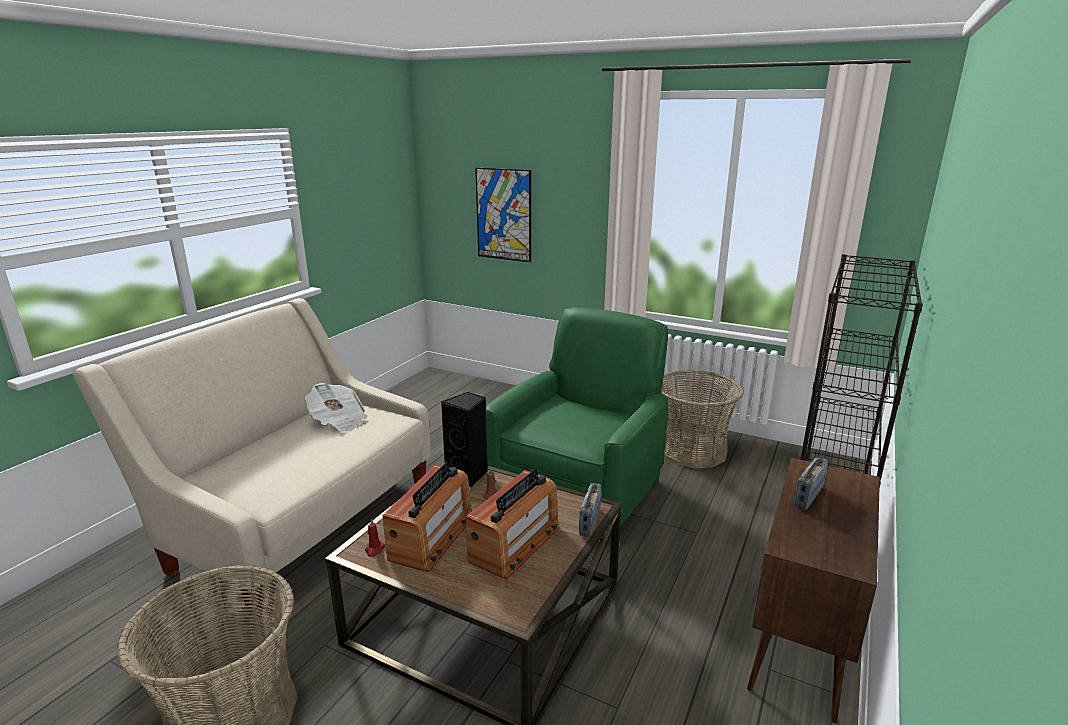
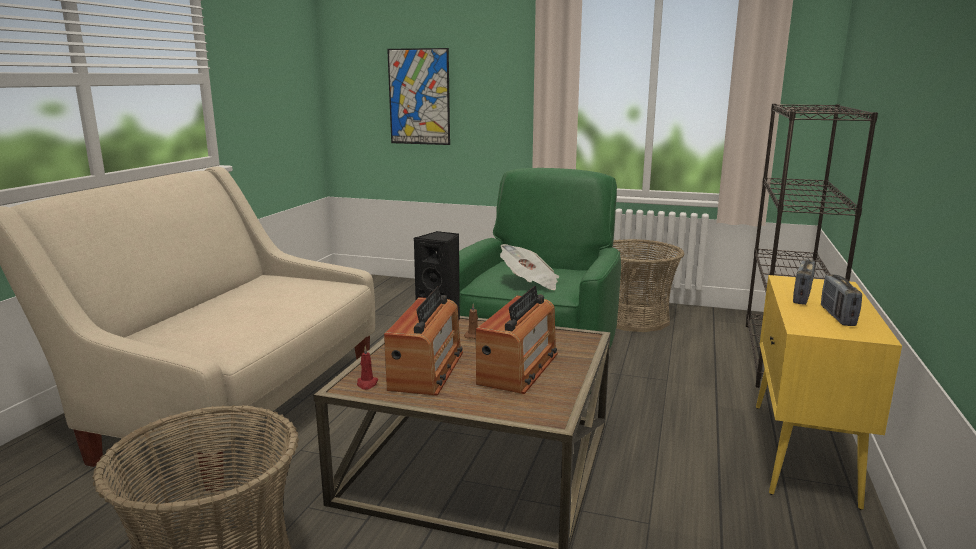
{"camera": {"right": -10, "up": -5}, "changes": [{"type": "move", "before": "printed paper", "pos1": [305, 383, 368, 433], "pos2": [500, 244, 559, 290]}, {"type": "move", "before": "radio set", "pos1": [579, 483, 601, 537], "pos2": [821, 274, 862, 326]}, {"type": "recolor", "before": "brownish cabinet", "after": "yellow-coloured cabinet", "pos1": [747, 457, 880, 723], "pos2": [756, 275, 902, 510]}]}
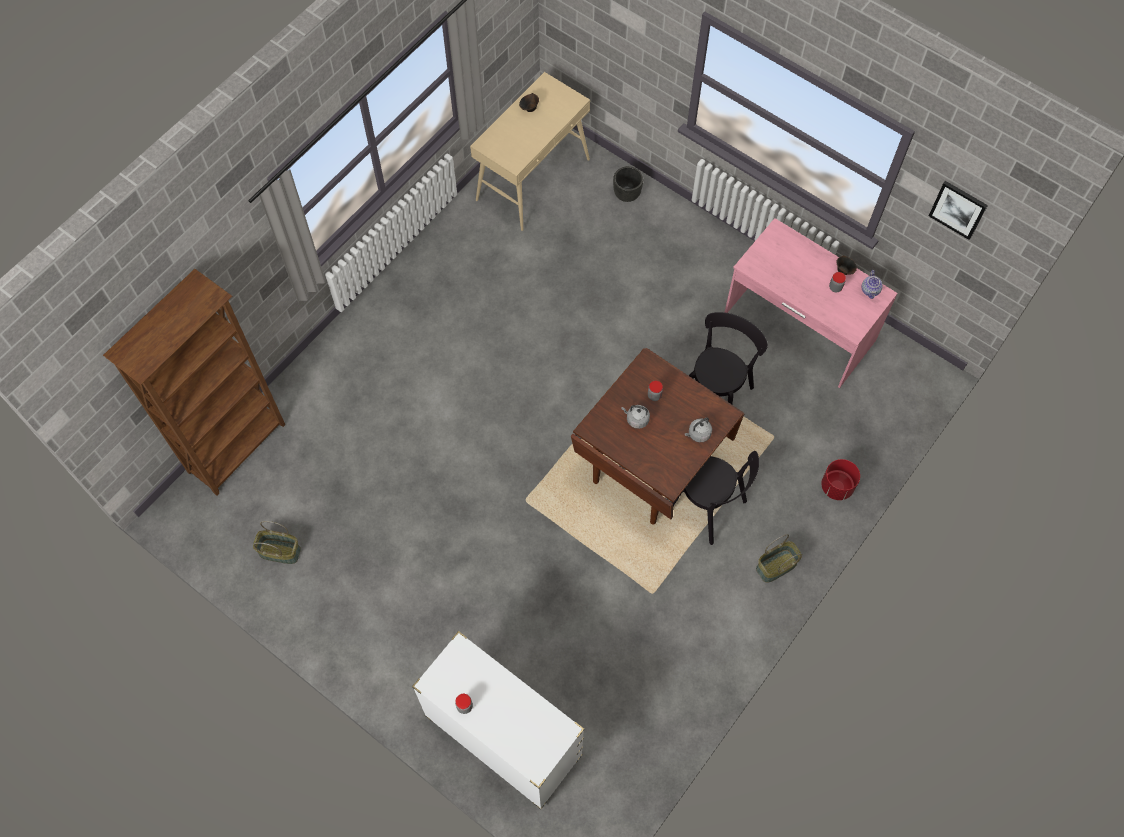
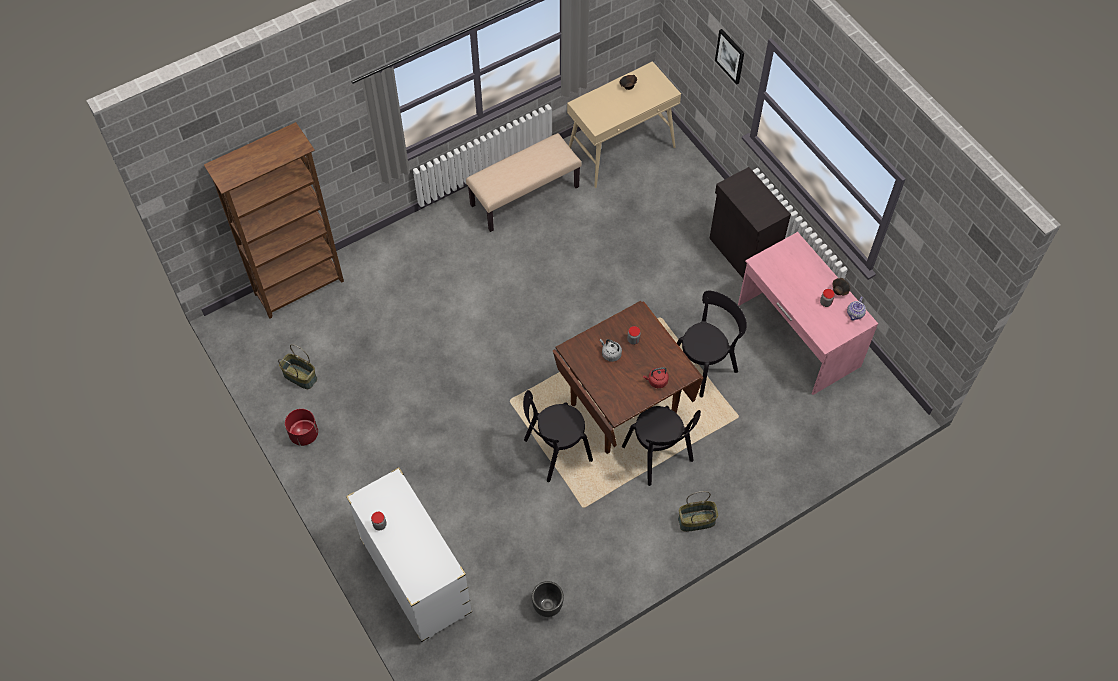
{"camera": {"right": 20, "up": -5}, "changes": [{"type": "insert", "after": "beige-coloured long seat", "pos2": [466, 133, 582, 232]}, {"type": "insert", "after": "black chair", "pos2": [523, 390, 593, 482]}, {"type": "insert", "after": "black cabinet", "pos2": [709, 167, 791, 279]}, {"type": "move", "before": "black flower pot", "pos1": [613, 166, 643, 202], "pos2": [532, 581, 564, 617]}, {"type": "move", "before": "red-coloured flower pot", "pos1": [821, 459, 860, 500], "pos2": [285, 409, 318, 446]}, {"type": "move", "before": "wall art", "pos1": [929, 181, 988, 240], "pos2": [715, 29, 744, 85]}, {"type": "recolor", "before": "greyish water kettle", "after": "red-coloured water kettle", "pos1": [684, 418, 712, 442], "pos2": [643, 367, 669, 388]}]}
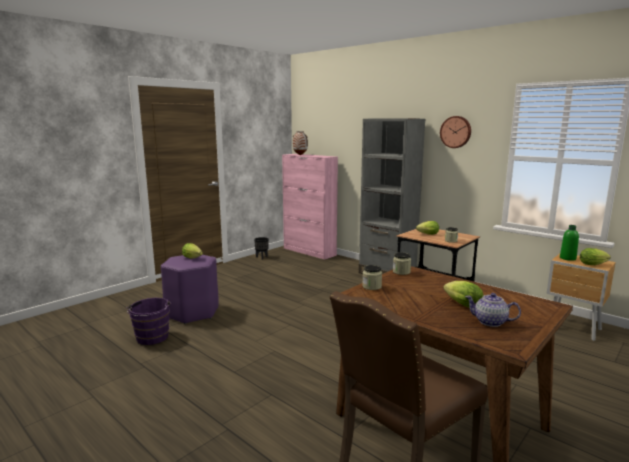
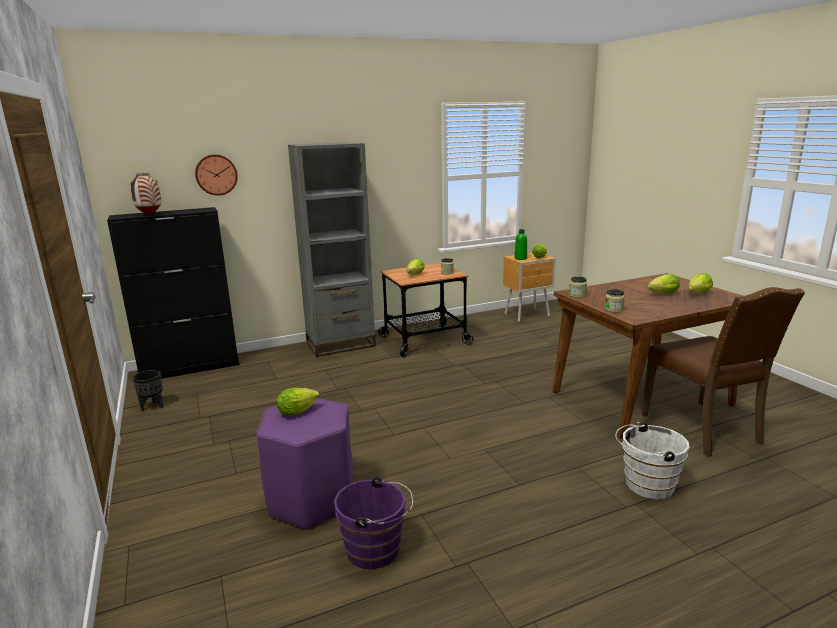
{"camera": {"right": -65, "up": 5}, "changes": [{"type": "insert", "after": "whitish water bucket", "pos2": [615, 422, 689, 499]}, {"type": "move", "before": "wall clock", "pos1": [440, 116, 471, 148], "pos2": [195, 154, 238, 196]}, {"type": "replace", "before": "teapot", "after": "lettuce", "pos1": [465, 293, 521, 327], "pos2": [688, 273, 713, 294]}, {"type": "recolor", "before": "pink-coloured cabinet", "after": "black cabinet", "pos1": [282, 154, 338, 260], "pos2": [107, 207, 239, 379]}]}
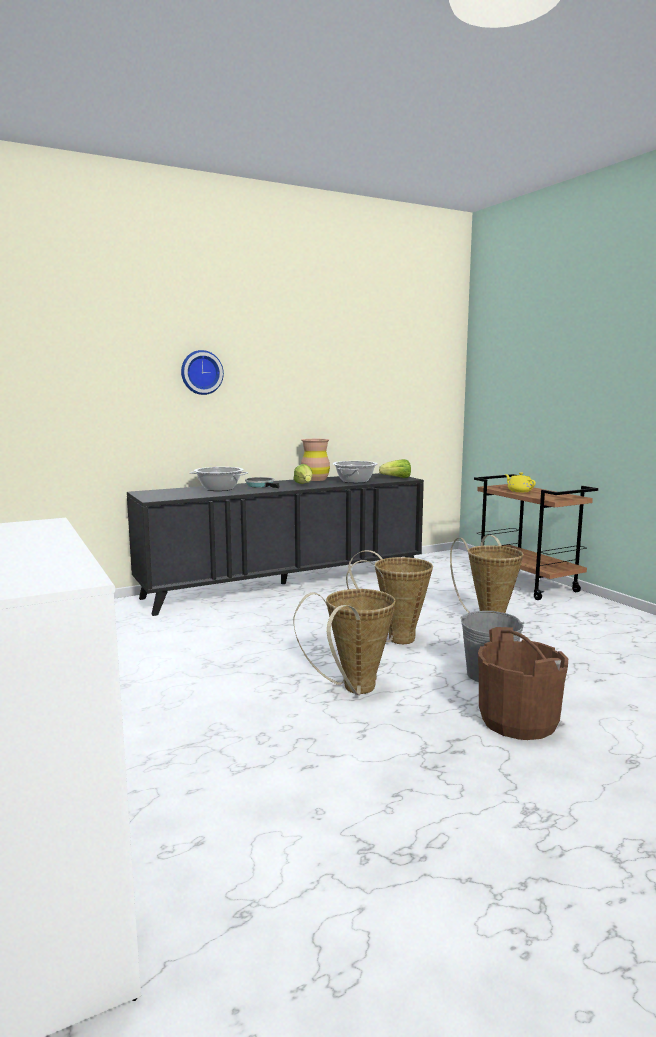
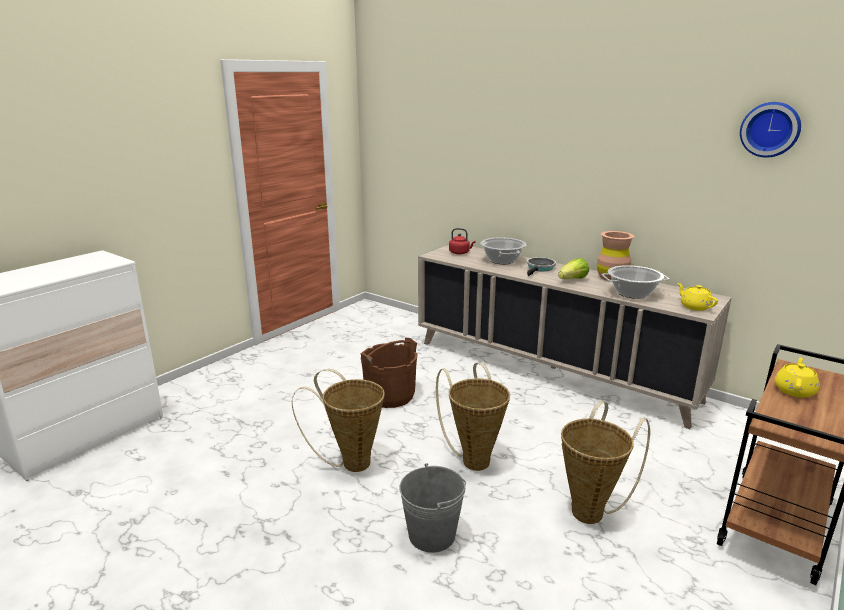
{"camera": {"right": 65, "up": 10}, "changes": [{"type": "insert", "after": "red-coloured water kettle", "pos2": [449, 228, 476, 254]}, {"type": "move", "before": "wall clock", "pos1": [181, 350, 224, 395], "pos2": [740, 102, 801, 158]}, {"type": "move", "before": "brownish water bucket", "pos1": [478, 627, 568, 740], "pos2": [361, 338, 417, 408]}, {"type": "replace", "before": "lettuce", "after": "yellow-coloured teapot", "pos1": [379, 459, 411, 478], "pos2": [677, 283, 718, 311]}, {"type": "recolor", "before": "black cabinet", "after": "beige-coloured cabinet", "pos1": [127, 473, 424, 616], "pos2": [418, 244, 732, 429]}]}
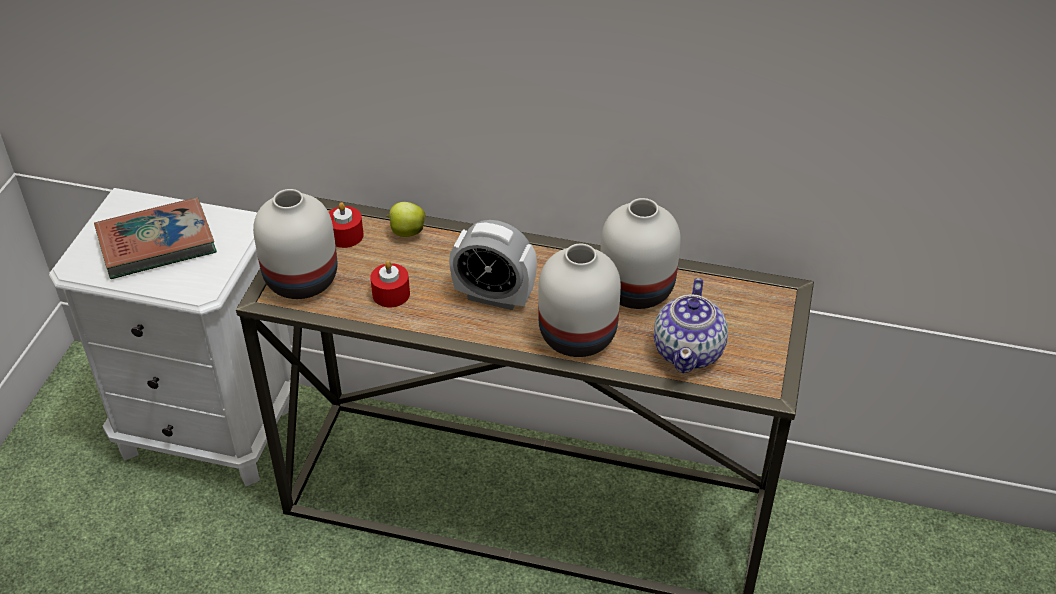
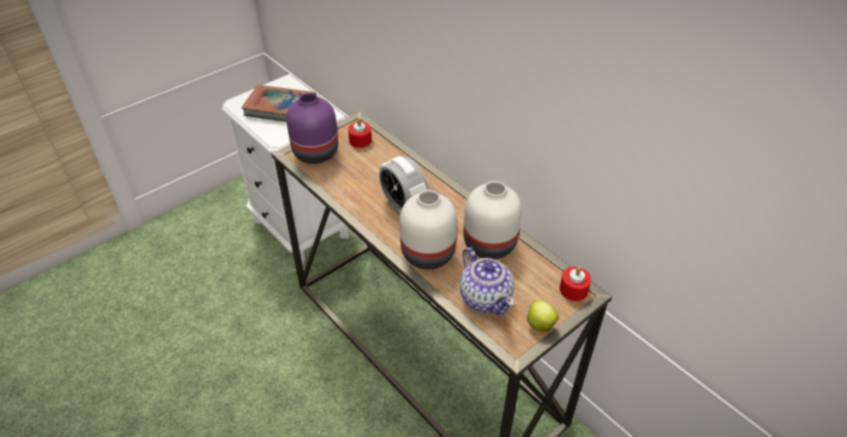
{"camera": {"right": 35, "up": 0}, "changes": [{"type": "move", "before": "red-coloured wax candle", "pos1": [370, 261, 410, 307], "pos2": [560, 267, 591, 301]}, {"type": "move", "before": "apple", "pos1": [386, 202, 425, 237], "pos2": [527, 301, 559, 332]}, {"type": "recolor", "before": "whitish decorative vase", "after": "purplish decorative vase", "pos1": [253, 189, 337, 299], "pos2": [286, 93, 338, 164]}, {"type": "rotate", "before": "teapot", "pos1": [654, 278, 728, 373], "pos2": [460, 247, 515, 315], "turn": -75}]}
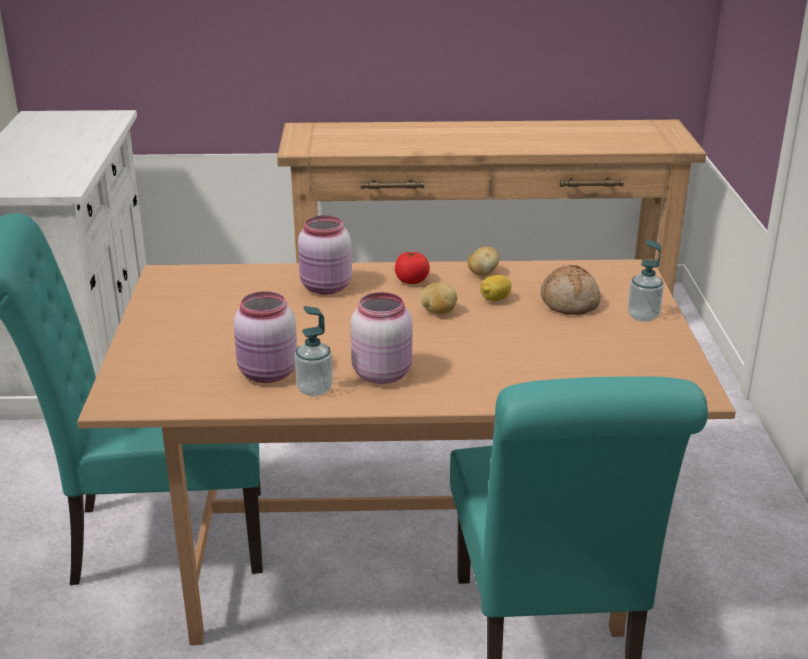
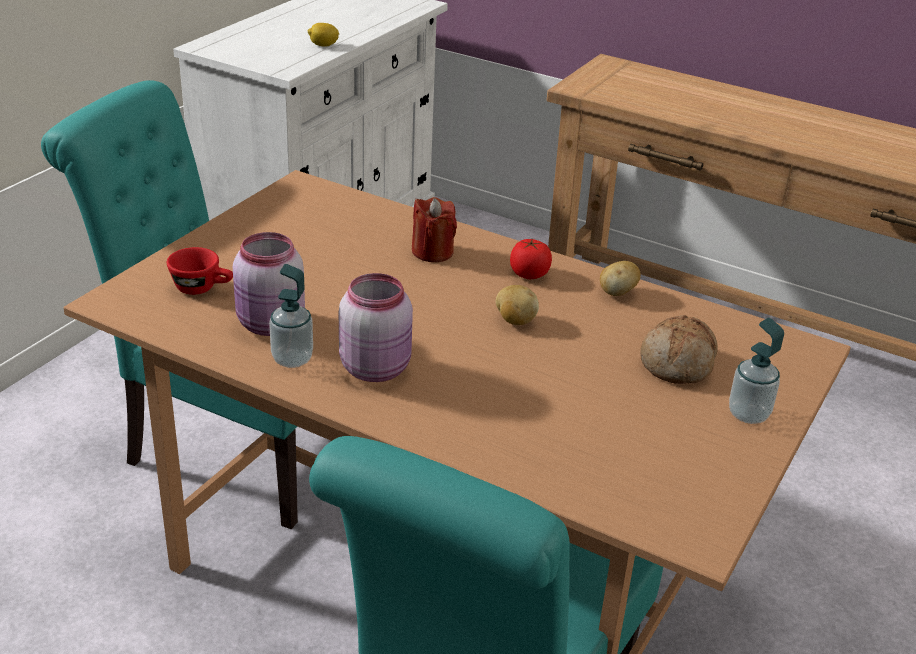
{"camera": {"right": 30, "up": 5}, "changes": [{"type": "insert", "after": "red-coloured drinking cup", "pos2": [167, 247, 233, 295]}, {"type": "move", "before": "citrus fruit", "pos1": [480, 275, 512, 301], "pos2": [308, 23, 339, 46]}, {"type": "replace", "before": "pink-coloured storage jar", "after": "red-coloured wax candle", "pos1": [298, 215, 352, 295], "pos2": [412, 197, 457, 262]}]}
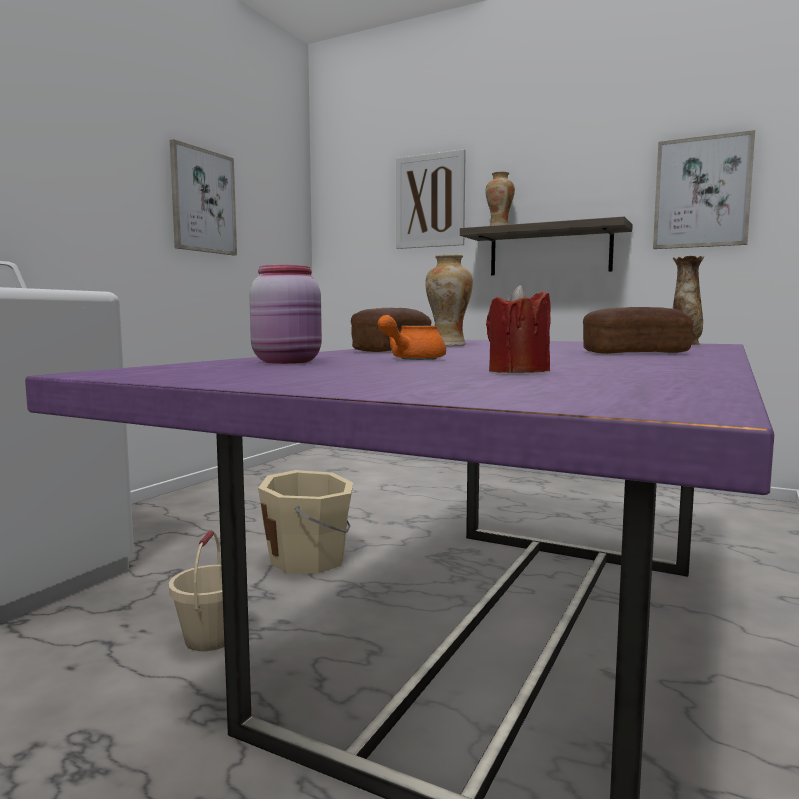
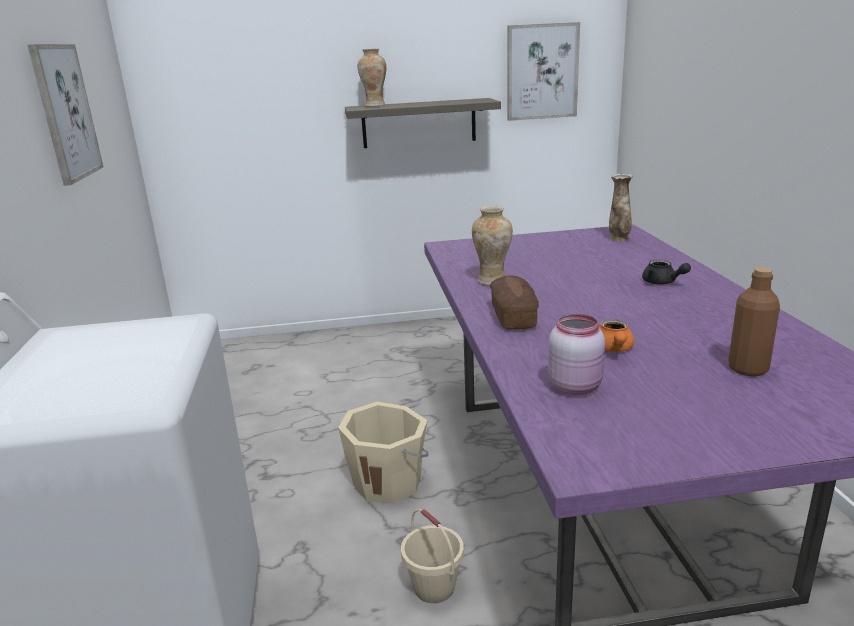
{"camera": {"right": -35, "up": 15}, "changes": [{"type": "delete", "before": "wall art", "pos1": [396, 149, 466, 249]}, {"type": "replace", "before": "red-coloured wax candle", "after": "brownish drink bottle", "pos1": [486, 285, 551, 373], "pos2": [728, 267, 780, 377]}, {"type": "replace", "before": "bakery bread", "after": "black teapot", "pos1": [583, 307, 693, 354], "pos2": [642, 260, 691, 284]}]}
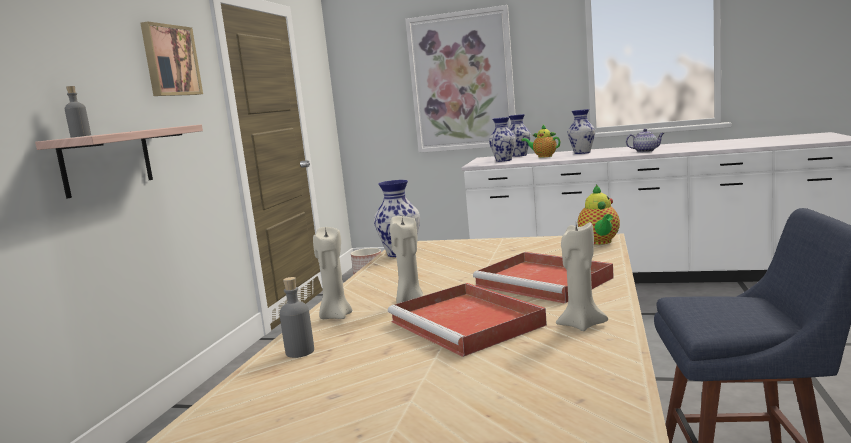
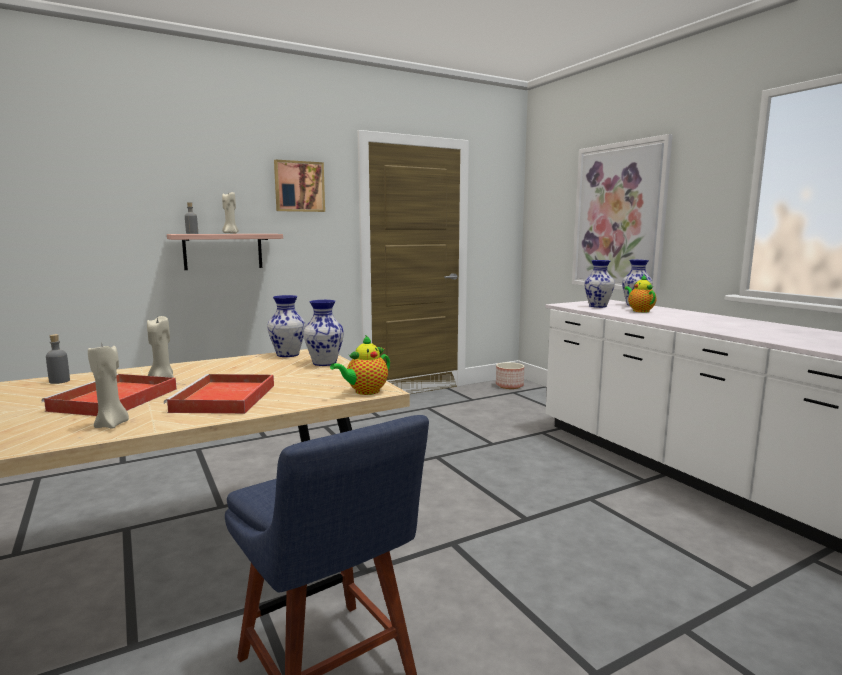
{"camera": {"right": 45, "up": 0}, "changes": [{"type": "delete", "before": "teapot", "pos1": [626, 129, 664, 152]}, {"type": "move", "before": "beige-coloured wax candle", "pos1": [313, 227, 352, 319], "pos2": [222, 192, 239, 234]}, {"type": "move", "before": "decorative vase", "pos1": [568, 109, 595, 154], "pos2": [303, 300, 344, 366]}]}
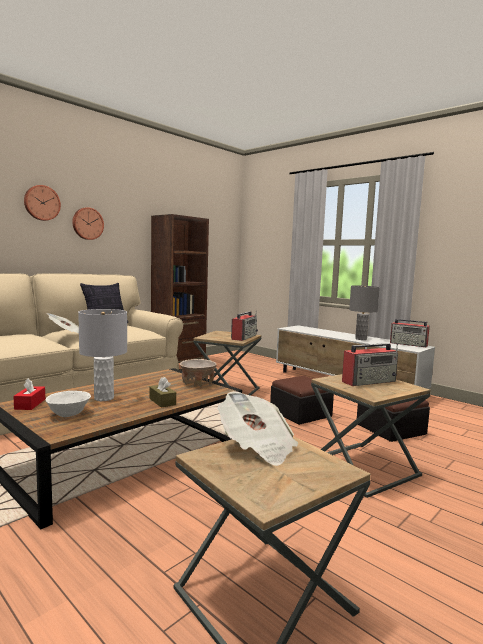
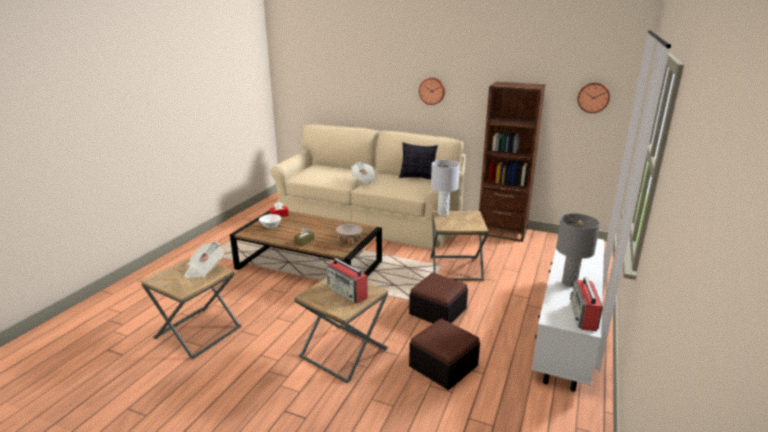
{"camera": {"right": 70, "up": 15}, "changes": [{"type": "delete", "before": "radio set", "pos1": [231, 310, 258, 341]}, {"type": "move", "before": "wall clock", "pos1": [24, 185, 61, 221], "pos2": [578, 83, 610, 113]}, {"type": "move", "before": "greyish table lamp", "pos1": [78, 309, 127, 401], "pos2": [431, 160, 460, 216]}]}
